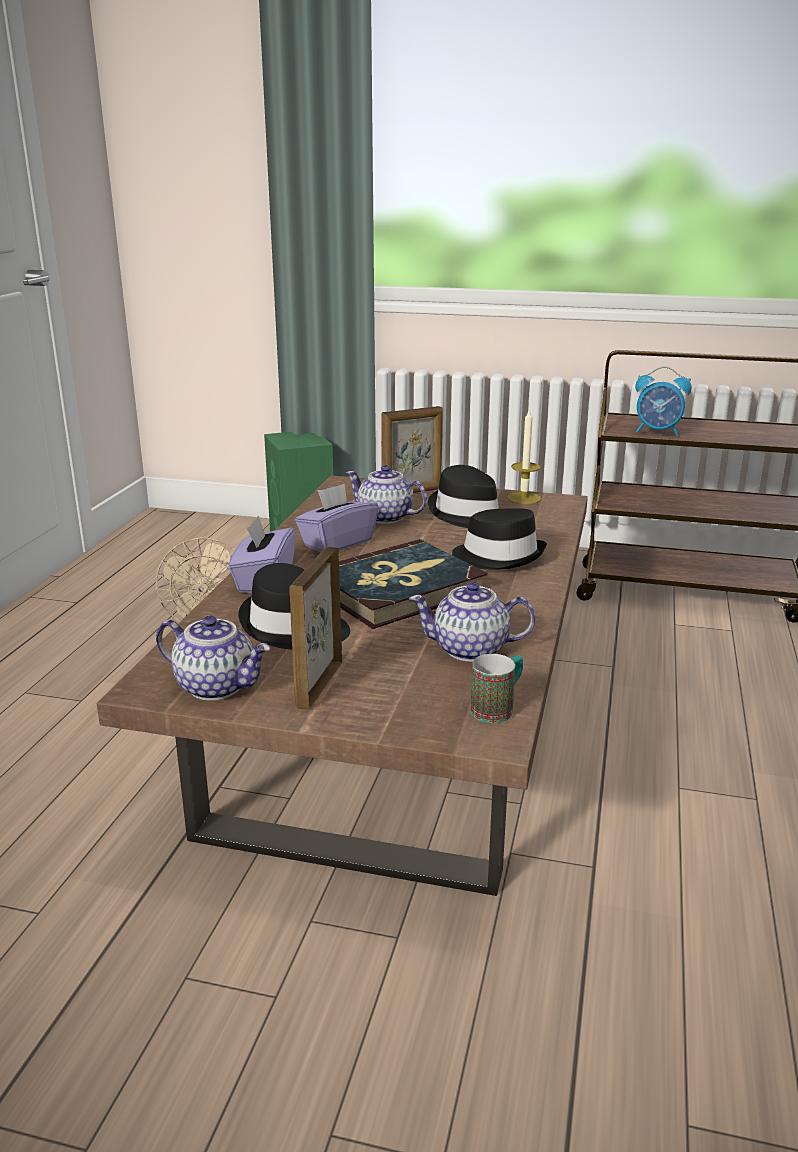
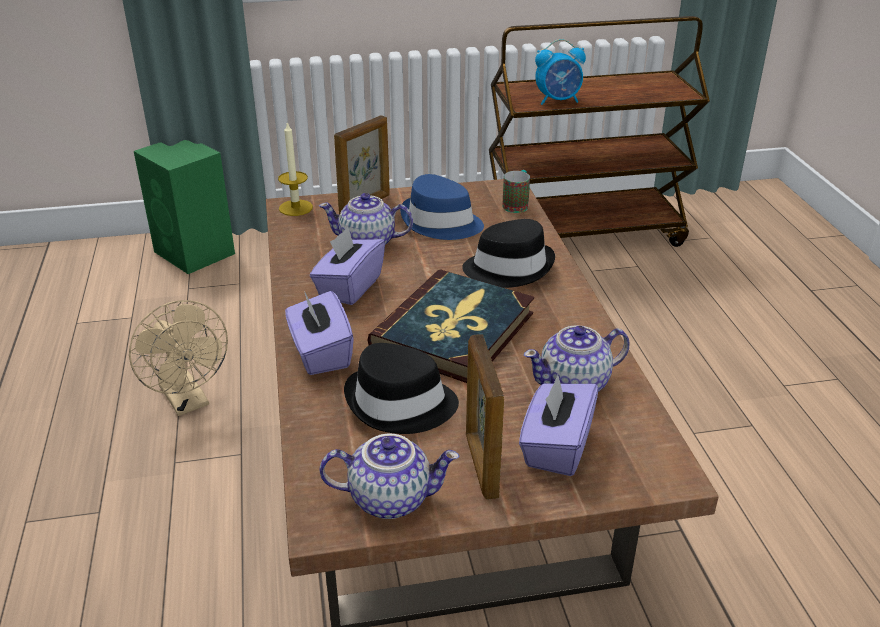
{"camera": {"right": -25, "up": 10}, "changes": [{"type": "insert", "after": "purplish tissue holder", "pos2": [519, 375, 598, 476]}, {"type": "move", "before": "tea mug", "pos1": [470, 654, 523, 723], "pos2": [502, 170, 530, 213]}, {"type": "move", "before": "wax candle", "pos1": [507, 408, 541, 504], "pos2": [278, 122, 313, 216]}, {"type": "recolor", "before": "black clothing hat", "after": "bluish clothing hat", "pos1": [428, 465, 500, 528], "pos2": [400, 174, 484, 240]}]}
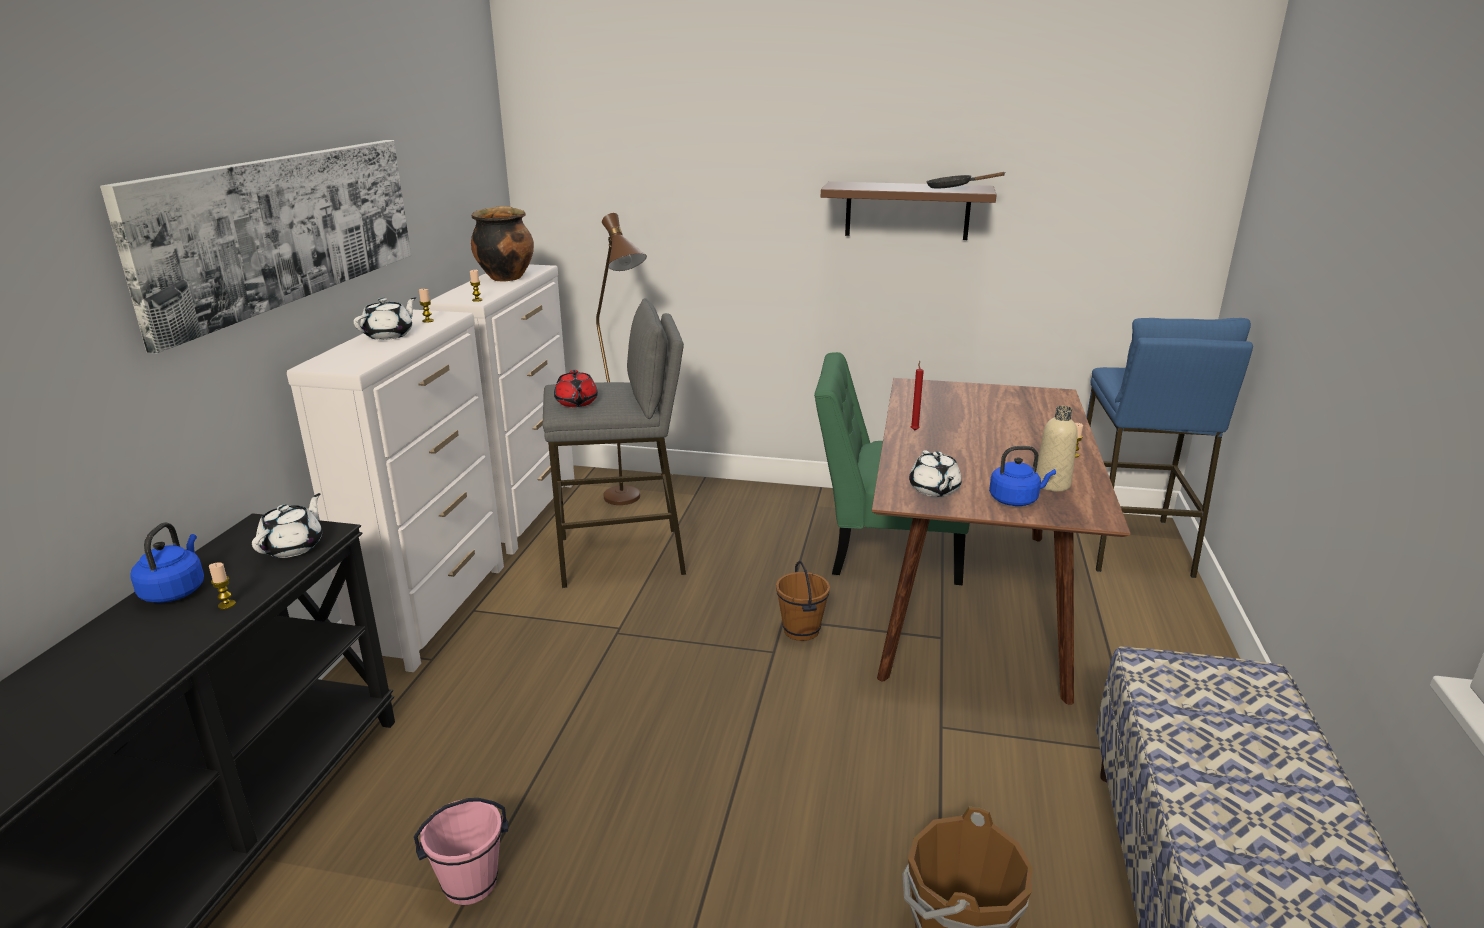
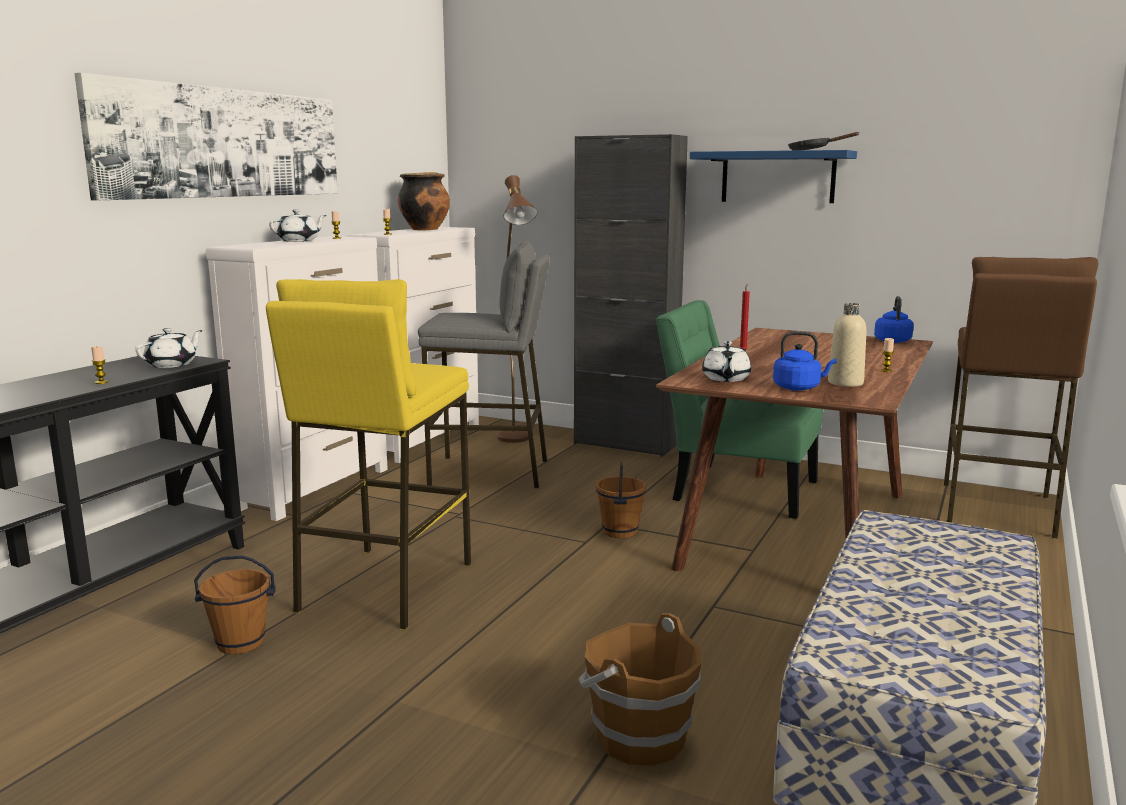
{"camera": {"right": 15, "up": -10}, "changes": [{"type": "delete", "before": "red-coloured teapot", "pos1": [554, 370, 598, 407]}, {"type": "insert", "after": "yellow-coloured stool seat", "pos2": [266, 279, 471, 630]}, {"type": "insert", "after": "black cabinet", "pos2": [574, 134, 688, 457]}, {"type": "move", "before": "bluish water kettle", "pos1": [130, 522, 204, 603], "pos2": [874, 296, 914, 343]}, {"type": "recolor", "before": "pink-coloured water bucket", "after": "brownish water bucket", "pos1": [414, 798, 508, 905], "pos2": [194, 555, 276, 654]}, {"type": "recolor", "before": "brownish wall shelf", "after": "bluish wall shelf", "pos1": [821, 181, 996, 240], "pos2": [690, 150, 857, 203]}, {"type": "recolor", "before": "bluish stool seat", "after": "brownish stool seat", "pos1": [1087, 318, 1253, 578], "pos2": [944, 257, 1099, 539]}]}
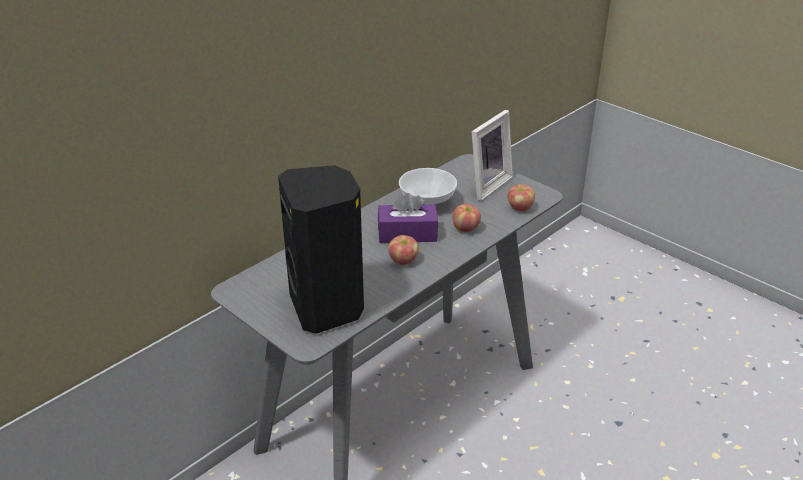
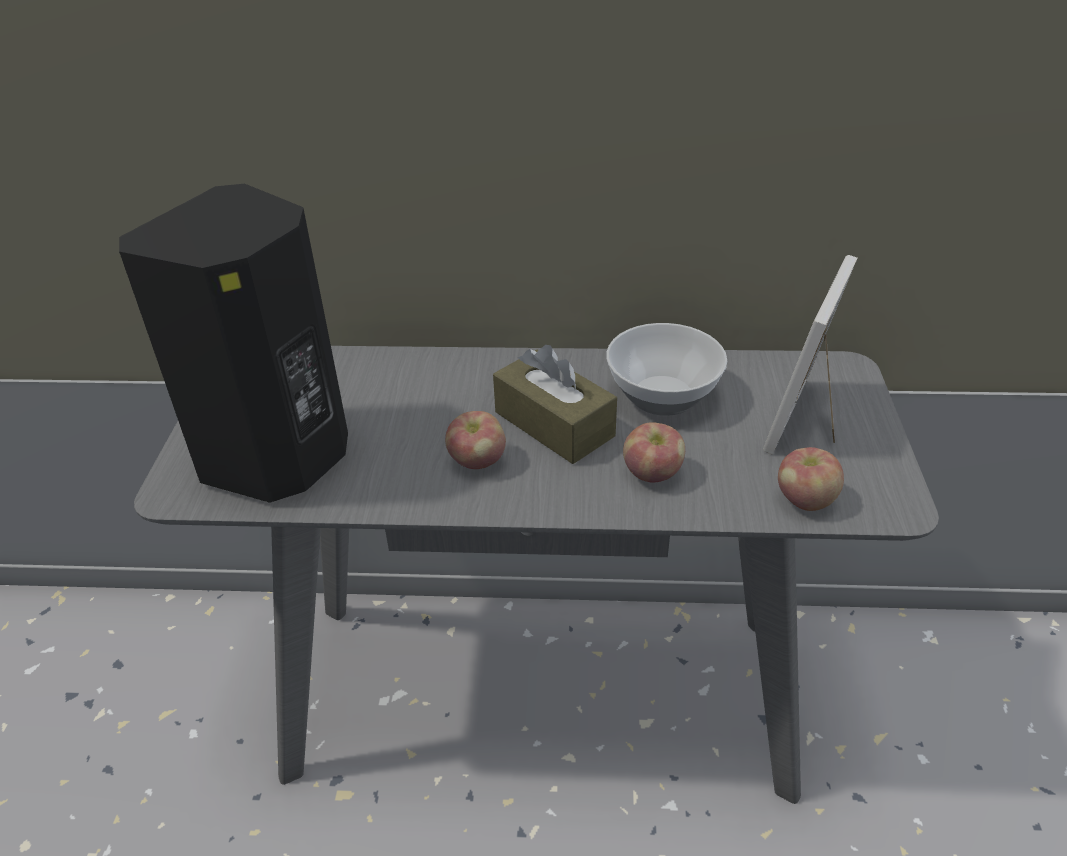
{"camera": {"right": 50, "up": 5}, "changes": [{"type": "recolor", "before": "purplish tissue holder", "after": "brownish tissue holder", "pos1": [378, 193, 438, 243], "pos2": [493, 345, 617, 464]}, {"type": "rotate", "before": "standing frame", "pos1": [472, 110, 513, 201], "pos2": [763, 255, 857, 455], "turn": 120}]}
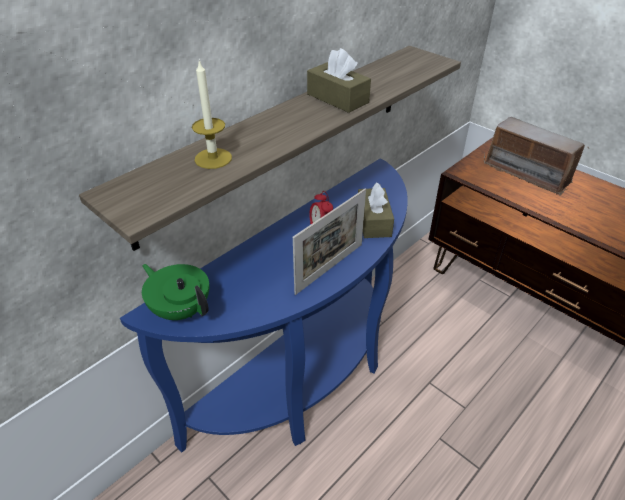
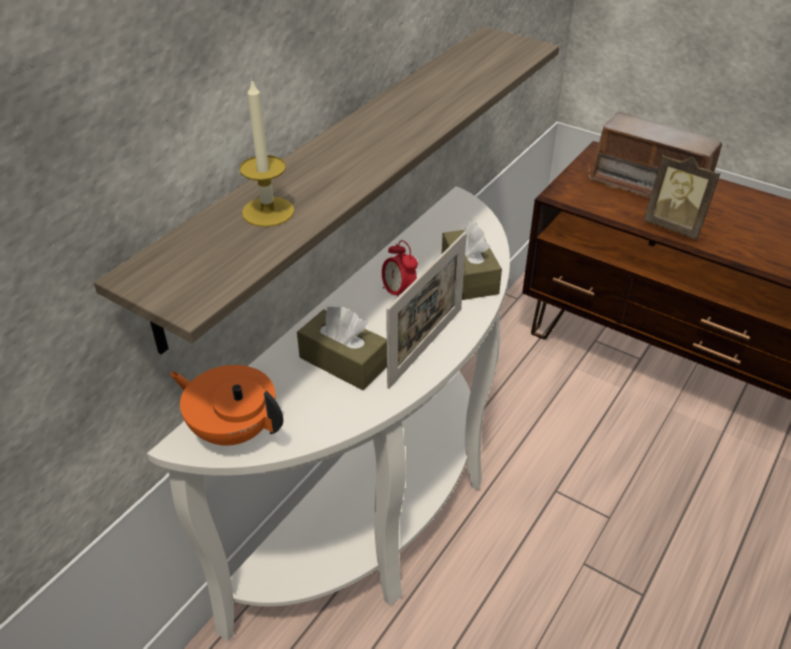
{"camera": {"right": -10, "up": 0}, "changes": [{"type": "insert", "after": "standing frame", "pos2": [644, 155, 720, 240]}, {"type": "move", "before": "brownish tissue holder", "pos1": [307, 48, 371, 113], "pos2": [297, 307, 387, 390]}, {"type": "recolor", "before": "bluish narrow table", "after": "whitish narrow table", "pos1": [120, 158, 408, 452], "pos2": [147, 186, 510, 641]}, {"type": "recolor", "before": "greenish teapot", "after": "orangey teapot", "pos1": [142, 264, 209, 320], "pos2": [170, 365, 283, 446]}]}
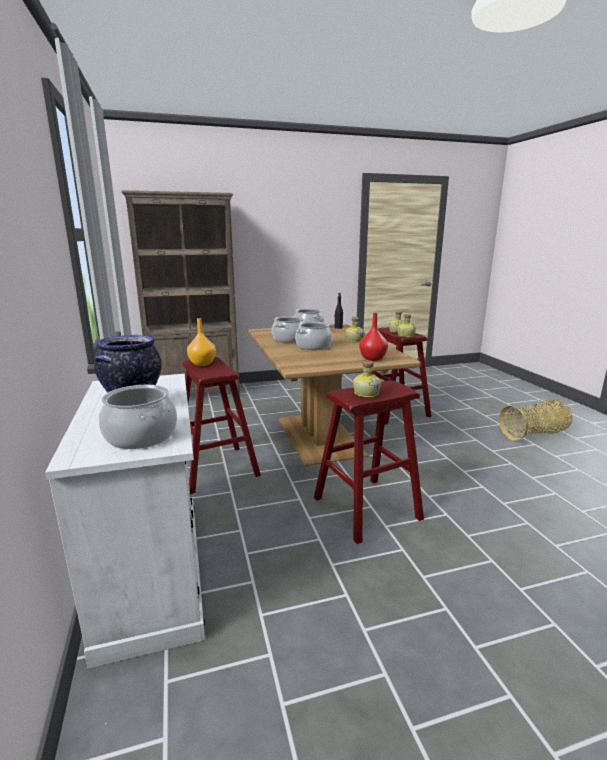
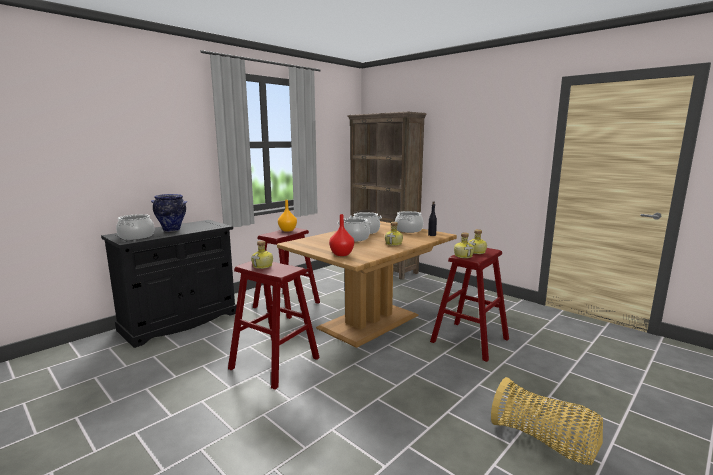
{"camera": {"right": 60, "up": -5}, "changes": [{"type": "recolor", "before": "whitish cabinet", "after": "black cabinet", "pos1": [45, 374, 205, 669], "pos2": [101, 220, 237, 348]}]}
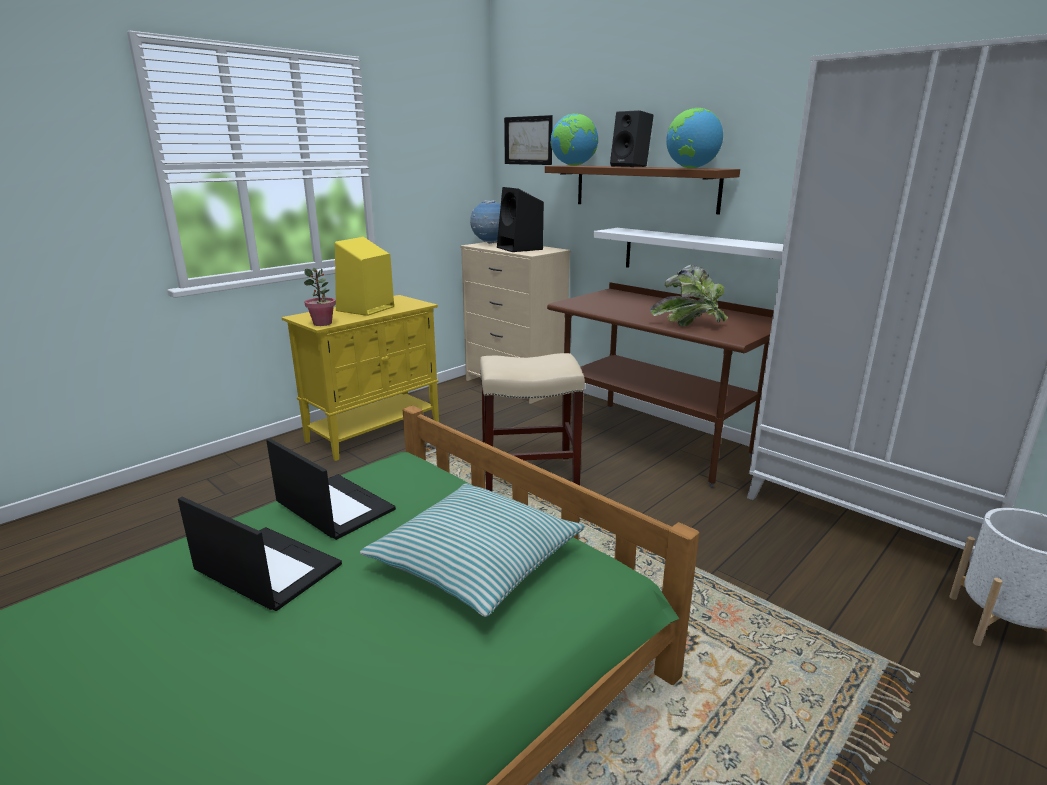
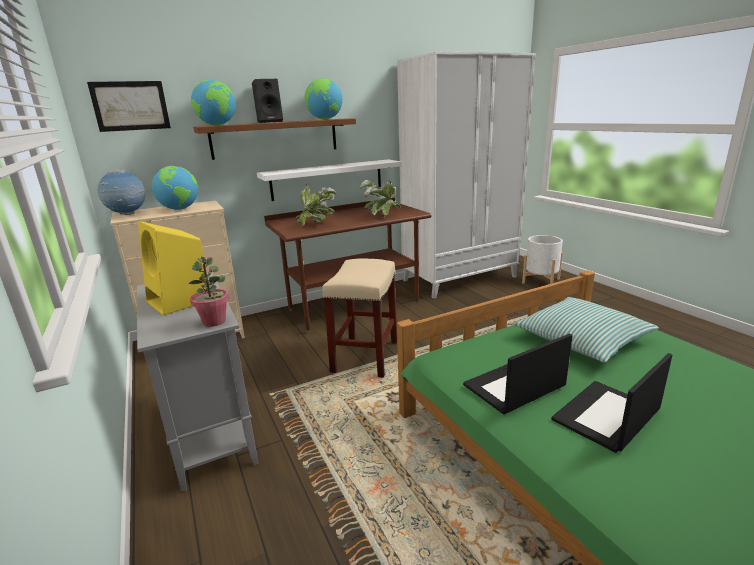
{"camera": {"right": -70, "up": 0}, "changes": [{"type": "insert", "after": "potted plant", "pos2": [295, 183, 336, 226]}, {"type": "replace", "before": "black audio speaker", "after": "world globe", "pos1": [497, 187, 544, 252], "pos2": [152, 166, 198, 210]}, {"type": "recolor", "before": "yellow-coloured cabinet", "after": "greyish cabinet", "pos1": [281, 295, 439, 461], "pos2": [137, 272, 258, 492]}]}
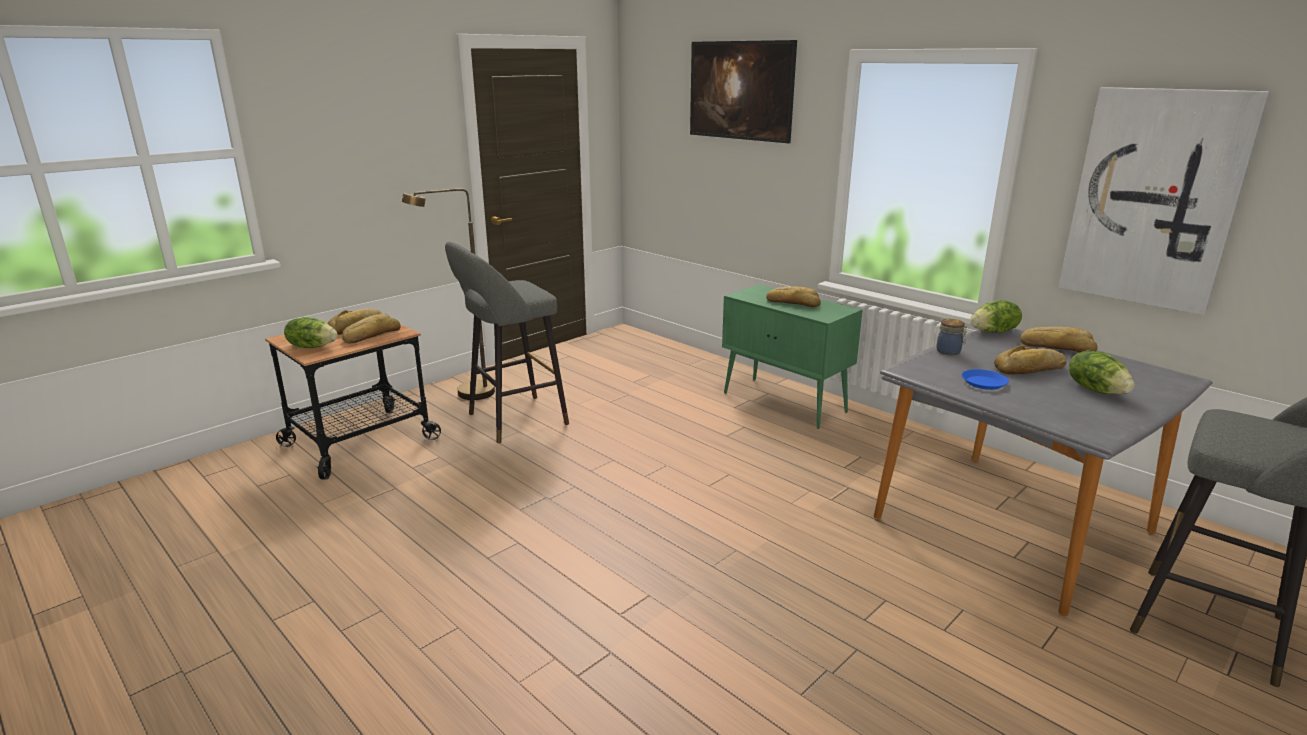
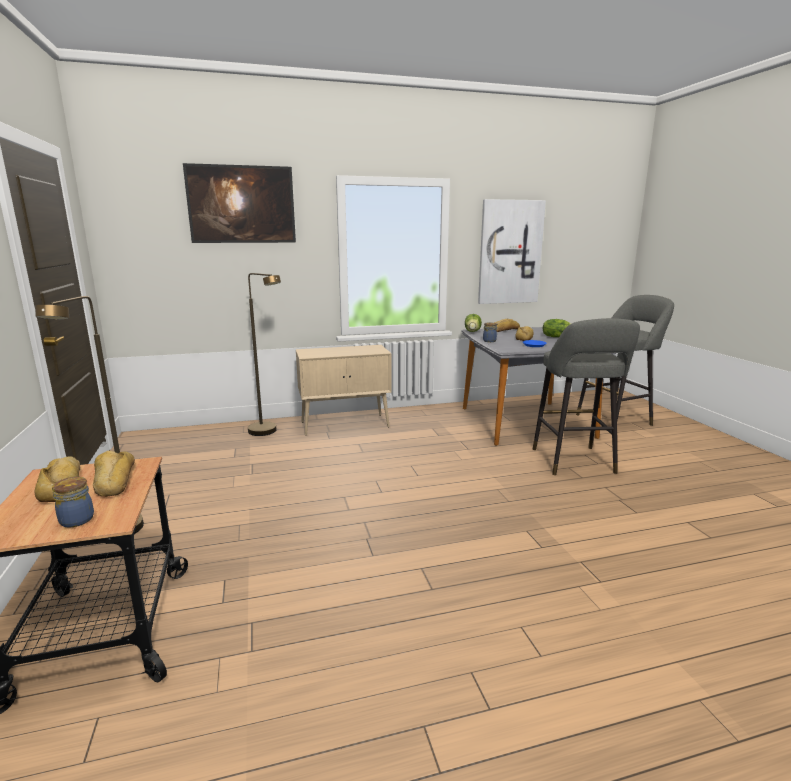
{"camera": {"right": -60, "up": -5}, "changes": [{"type": "delete", "before": "bakery bread", "pos1": [766, 286, 821, 307]}, {"type": "insert", "after": "brownish standing lamp", "pos2": [248, 273, 281, 436]}, {"type": "move", "before": "greyish stool seat", "pos1": [445, 242, 569, 443], "pos2": [533, 318, 640, 475]}, {"type": "replace", "before": "lettuce", "after": "storage jar", "pos1": [284, 317, 338, 348], "pos2": [52, 477, 94, 528]}, {"type": "recolor", "before": "greenish cabinet", "after": "beige-coloured cabinet", "pos1": [722, 284, 863, 429], "pos2": [296, 345, 391, 436]}]}
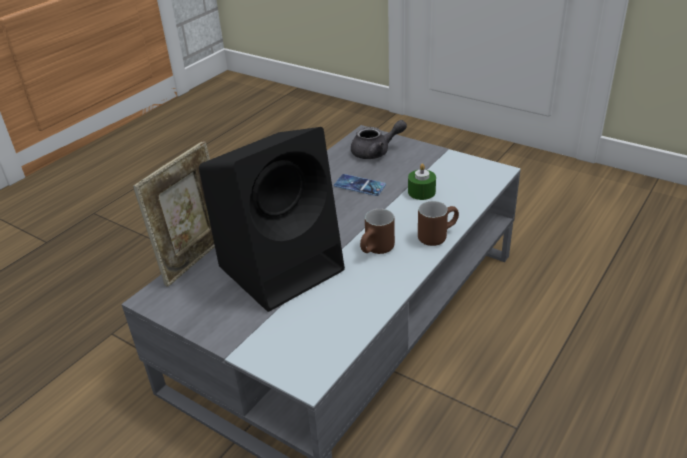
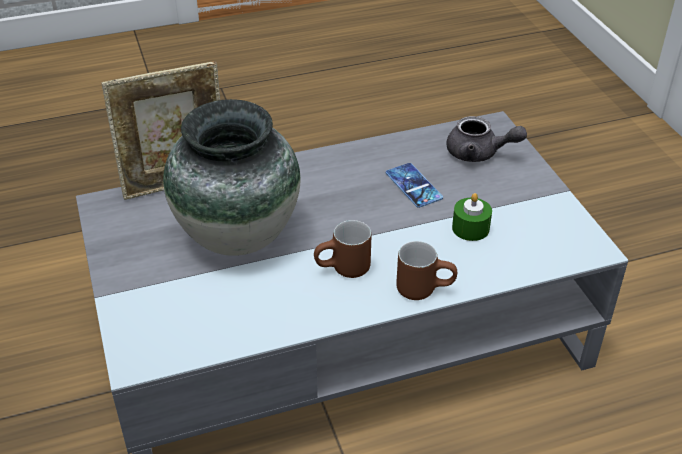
{"camera": {"right": 35, "up": 5}, "changes": [{"type": "replace", "before": "black audio speaker", "after": "decorative vase", "pos1": [199, 127, 345, 312], "pos2": [163, 99, 300, 256]}]}
